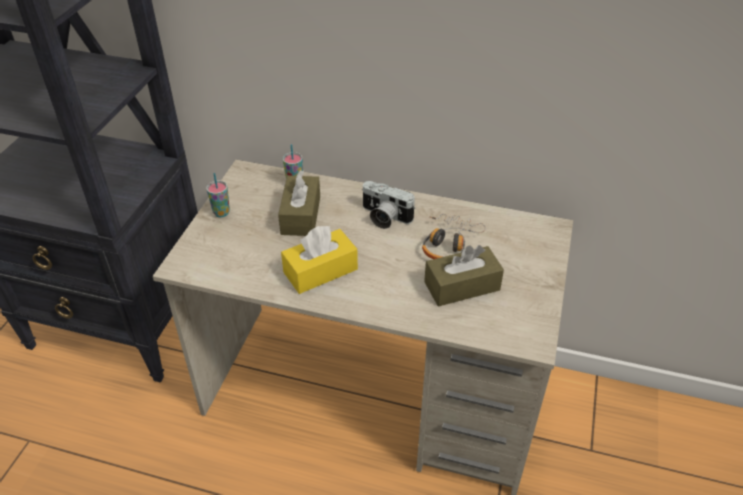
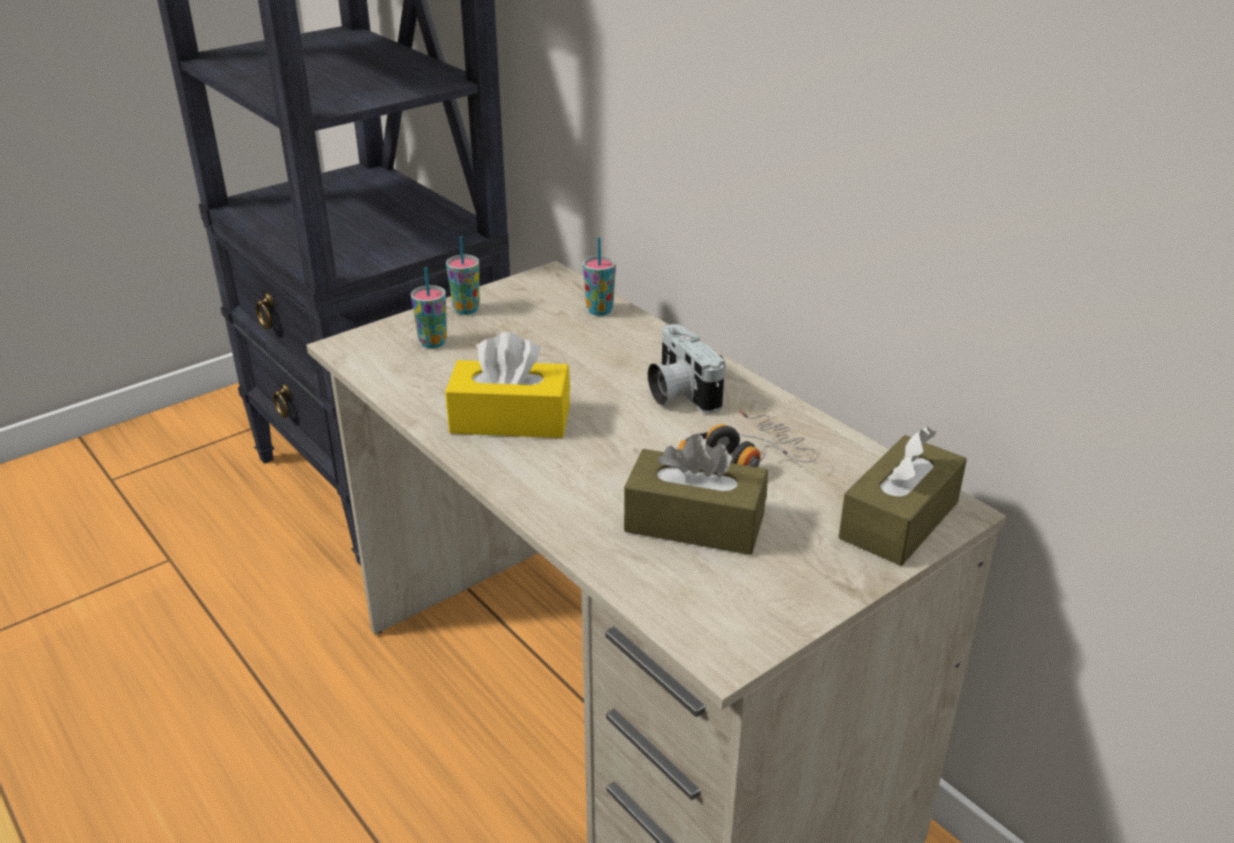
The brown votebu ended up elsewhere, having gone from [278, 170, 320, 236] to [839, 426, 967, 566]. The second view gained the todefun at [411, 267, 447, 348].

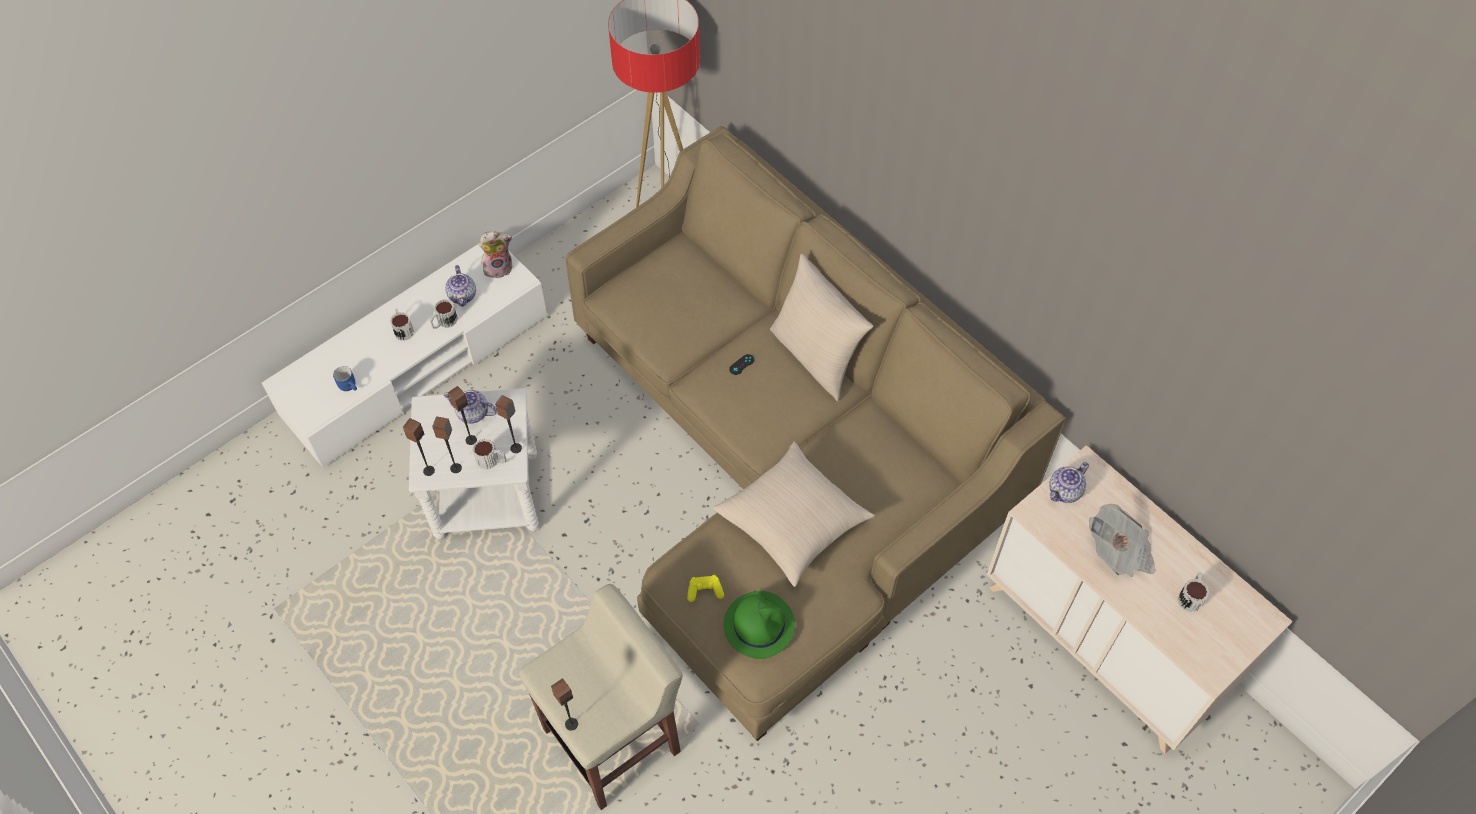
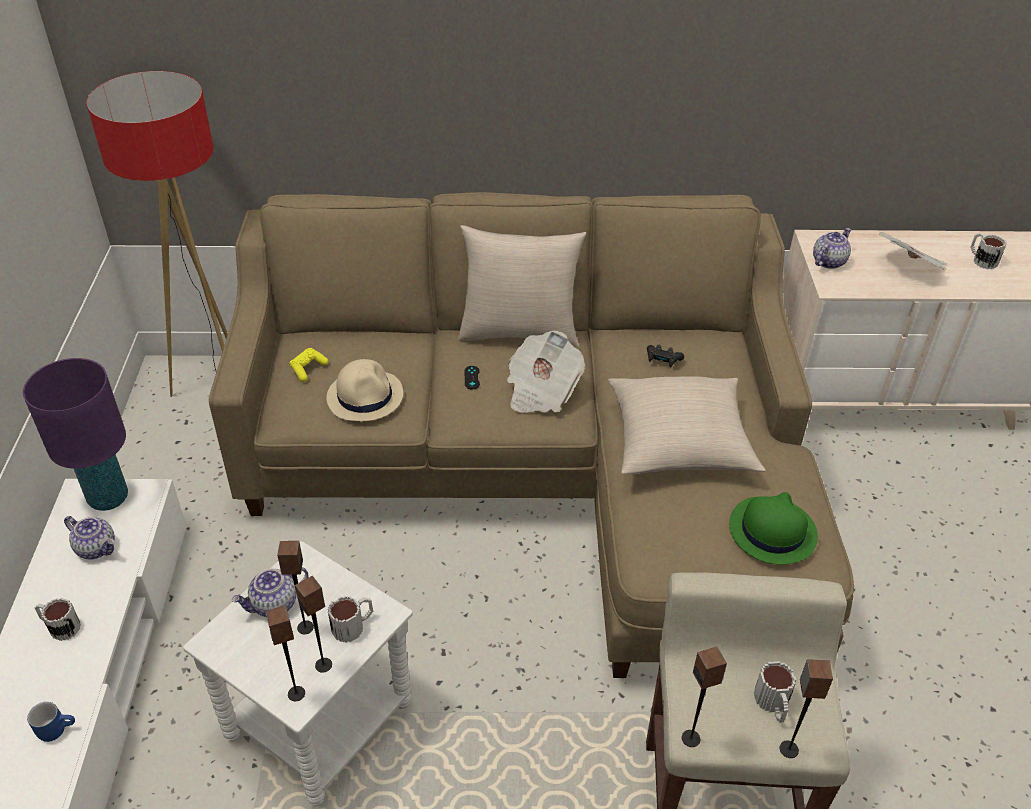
Where the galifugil stood at [479, 231, 512, 278], the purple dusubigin came to stand at [23, 358, 128, 511]. The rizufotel ended up elsewhere, having gone from [430, 299, 458, 329] to [754, 661, 796, 723]. The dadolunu ended up elsewhere, having gone from [495, 395, 522, 453] to [682, 647, 727, 747]. The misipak at [1049, 462, 1089, 503] ended up facing another way, 135 degrees counterclockwise from before. The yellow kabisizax ended up elsewhere, having gone from [687, 575, 724, 602] to [289, 348, 328, 382]. The second view gained the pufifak at [507, 331, 585, 413]. The second view gained the black kabisizax at [647, 345, 684, 368]. The second view gained the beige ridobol at [326, 359, 403, 422].

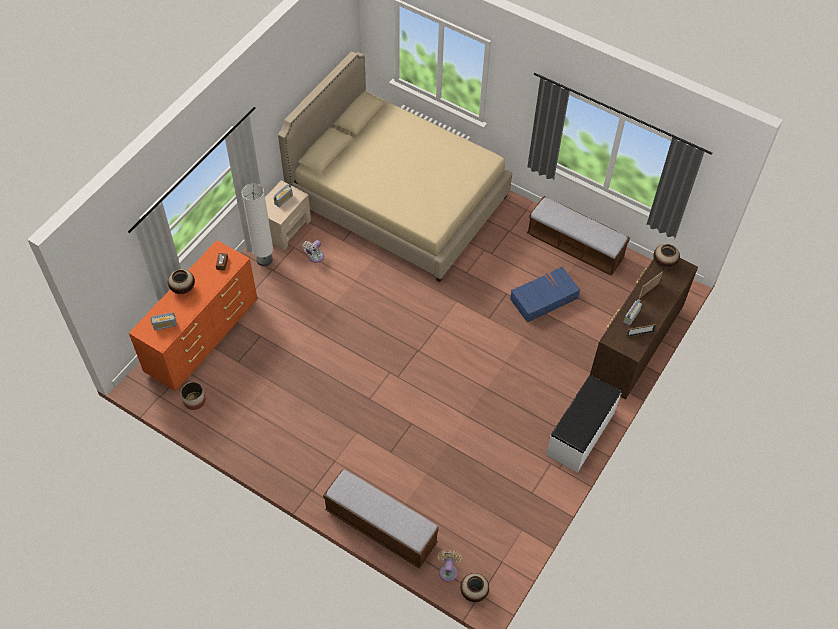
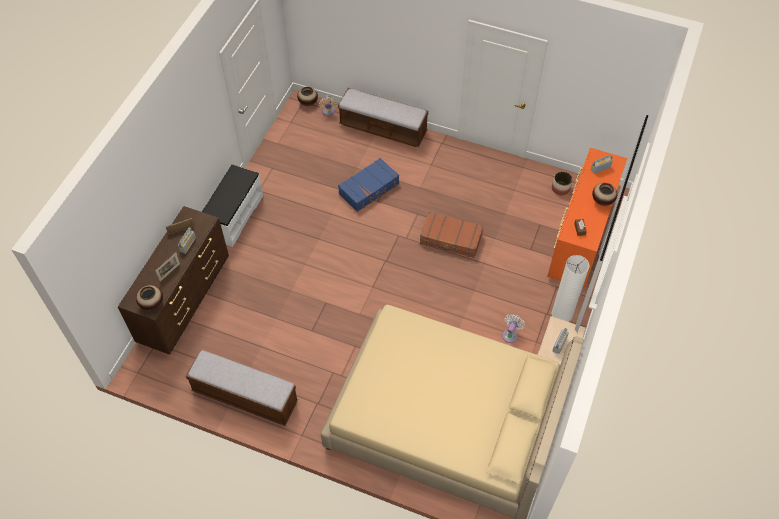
The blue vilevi ended up elsewhere, having gone from [510, 267, 580, 323] to [338, 158, 399, 212]. The second view gained the brown vilevi at [420, 212, 483, 258].

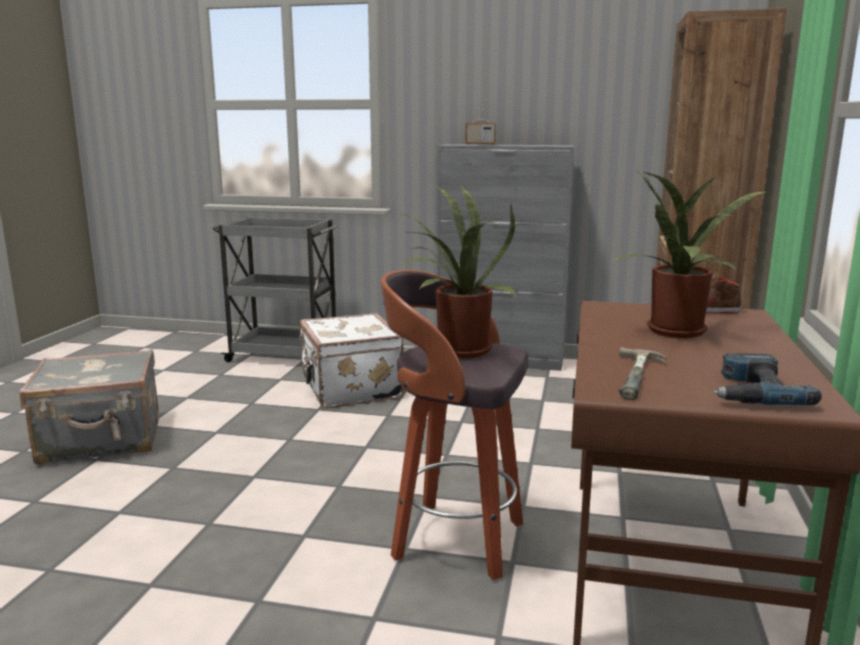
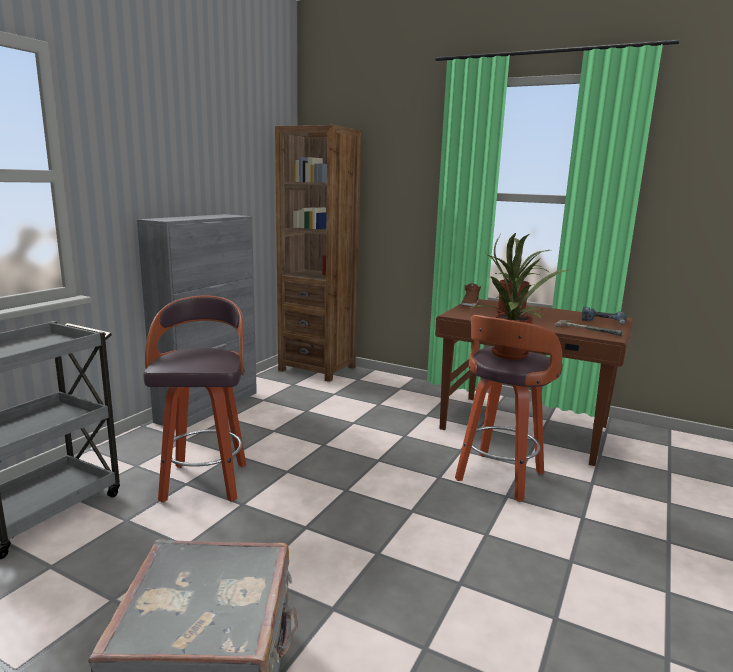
The second view lost the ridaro at [466, 100, 496, 145]. Where the white vilevi stood at [299, 313, 404, 408], the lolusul came to stand at [143, 296, 246, 502].

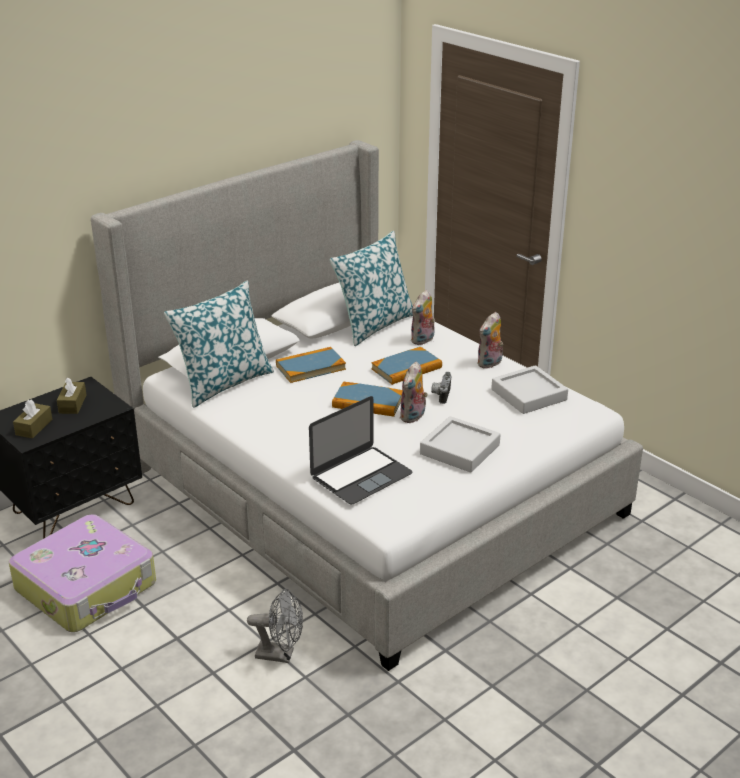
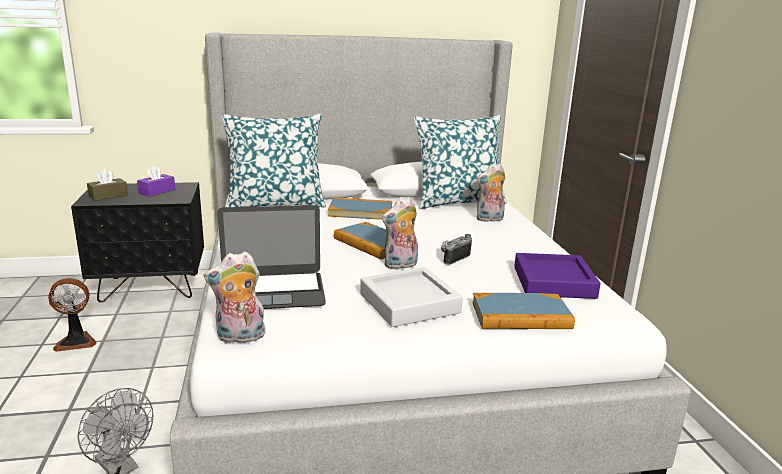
The galifugil ended up elsewhere, having gone from [478, 312, 503, 369] to [204, 251, 266, 344]. The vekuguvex ended up elsewhere, having gone from [371, 347, 442, 385] to [472, 293, 575, 329]. What was the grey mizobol at [491, 365, 568, 414] turned into the purple mizobol at [514, 253, 600, 299]. What was the brown votebu at [57, 377, 86, 414] turned into the purple votebu at [137, 165, 175, 197]. Where the vilevi stood at [9, 514, 156, 632], the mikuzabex came to stand at [48, 278, 96, 352].

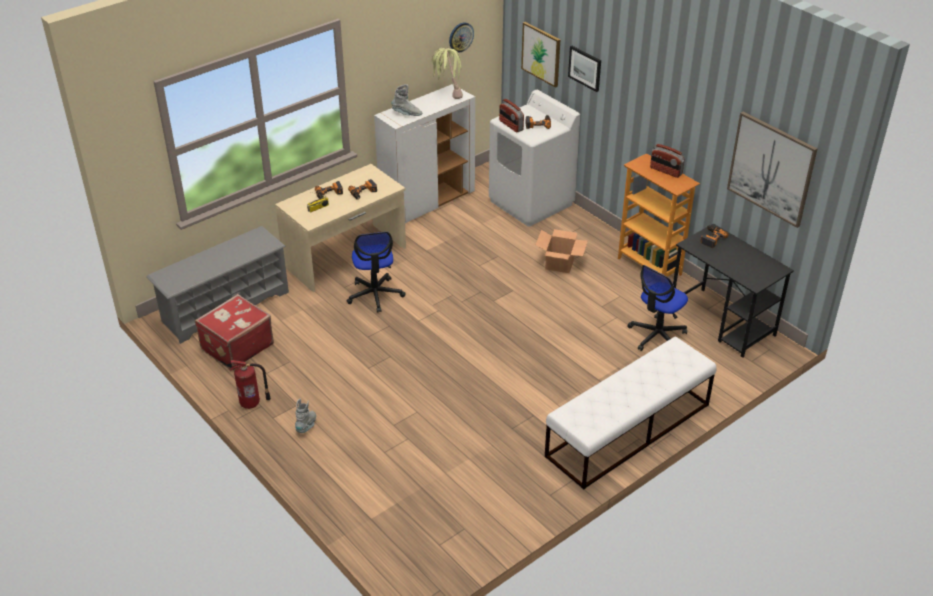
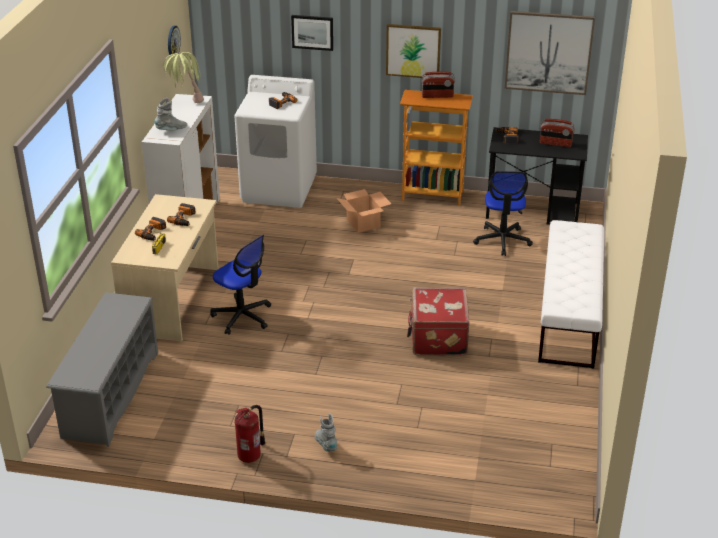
The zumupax ended up elsewhere, having gone from [521, 22, 560, 88] to [386, 24, 441, 78]. The ridaro ended up elsewhere, having gone from [499, 99, 524, 132] to [540, 119, 575, 147]. The red vilevi ended up elsewhere, having gone from [195, 294, 274, 370] to [407, 287, 470, 356].

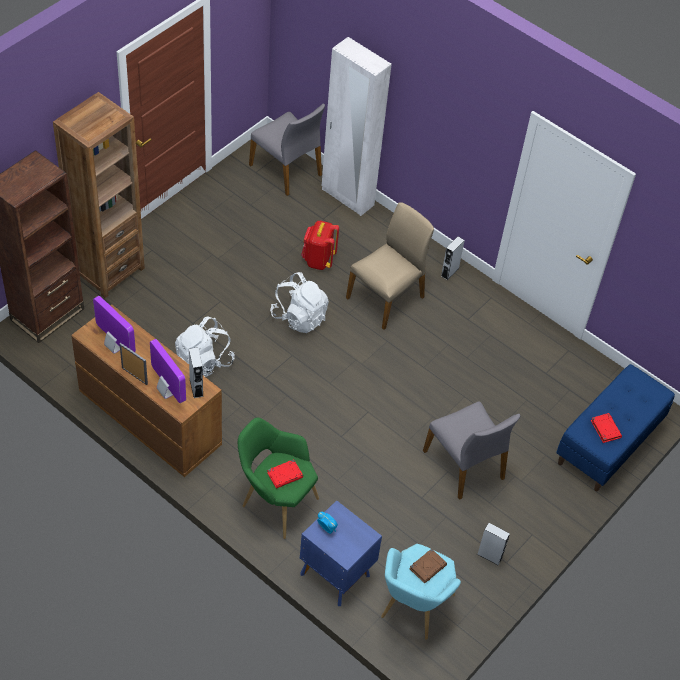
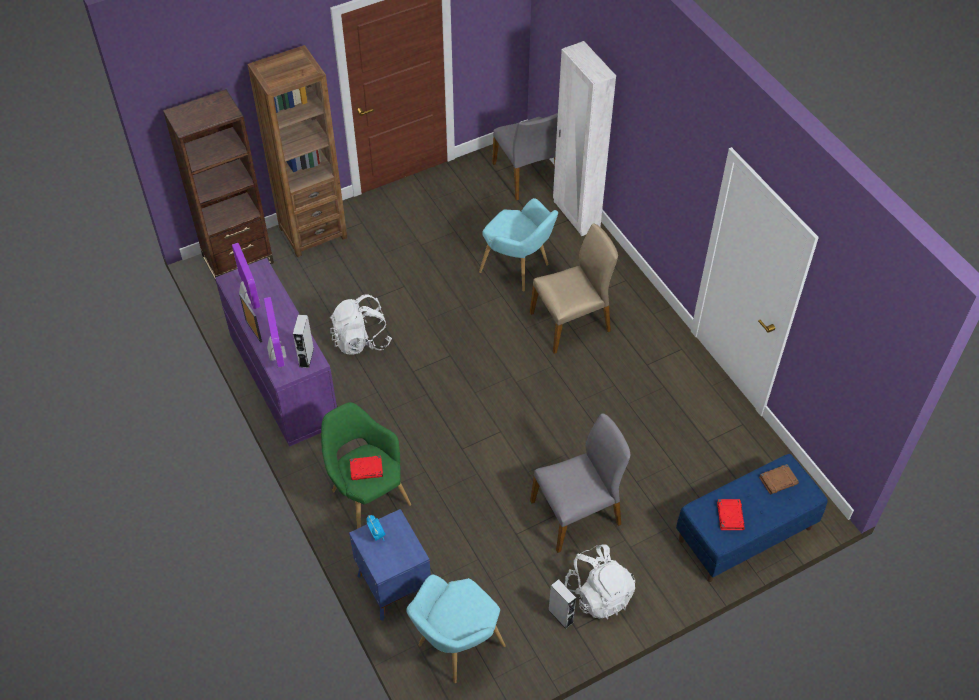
Where the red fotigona stood at [301, 221, 339, 270], the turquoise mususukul came to stand at [479, 198, 558, 291]. The second view lost the grey dadolunu at [441, 236, 465, 280]. The white fotigona ended up elsewhere, having gone from [270, 272, 329, 333] to [565, 544, 635, 619]. What was the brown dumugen at [72, 304, 222, 477] turned into the purple dumugen at [215, 258, 337, 447]. The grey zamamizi at [423, 402, 520, 500] ended up facing another way, 105 degrees counterclockwise from before. The brown vekuguvex ended up elsewhere, having gone from [410, 549, 447, 583] to [759, 464, 799, 495].

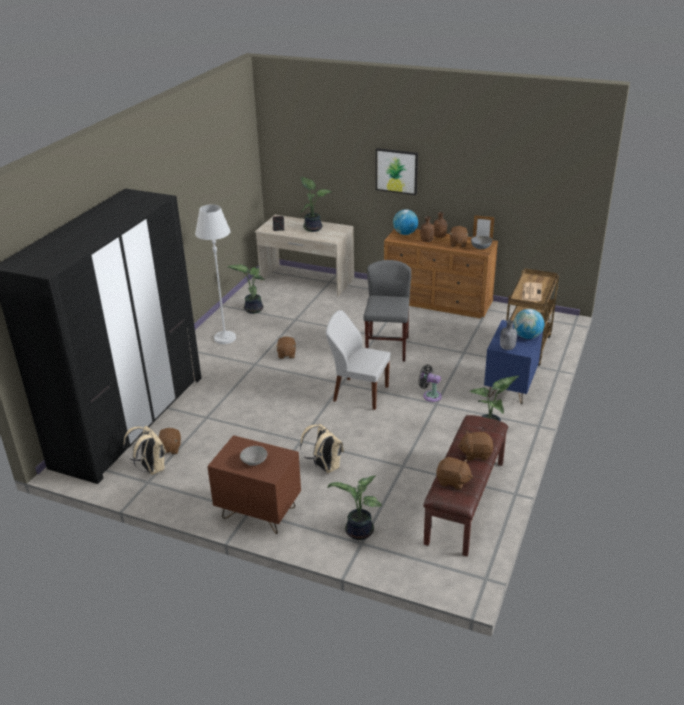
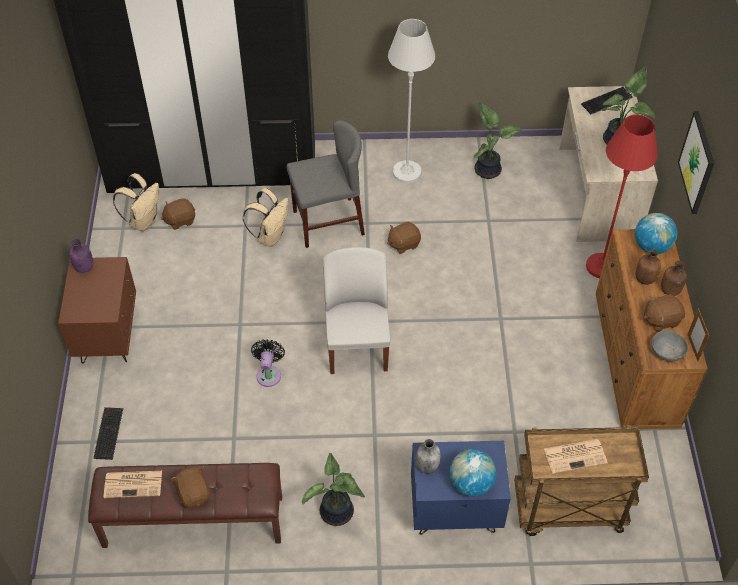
The grey zamamizi ended up elsewhere, having gone from [363, 260, 411, 362] to [287, 121, 365, 248]. The black mikuzabex ended up elsewhere, having gone from [418, 365, 442, 402] to [251, 339, 285, 387]. The beige fotigona ended up elsewhere, having gone from [300, 424, 344, 473] to [243, 188, 288, 247]. The second view lost the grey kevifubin at [240, 446, 267, 466]. Where the brown galifugil stood at [436, 457, 473, 490], the pufifak came to stand at [104, 471, 162, 498]. Where the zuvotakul stood at [328, 475, 382, 540], the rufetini came to stand at [94, 407, 123, 460]. The second view gained the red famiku at [586, 114, 658, 278]. The second view gained the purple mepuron at [69, 239, 93, 273].

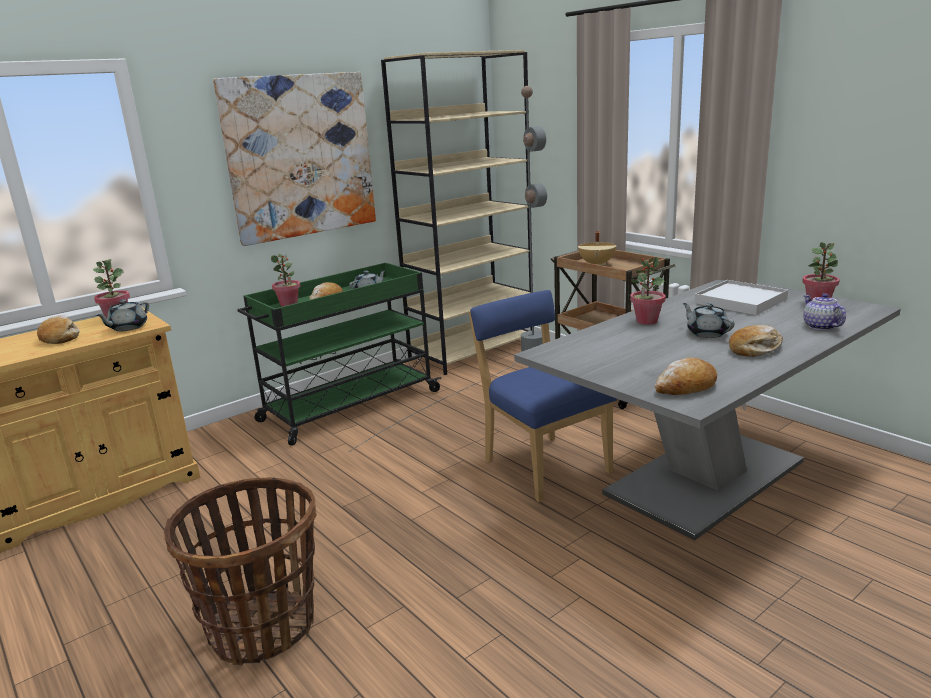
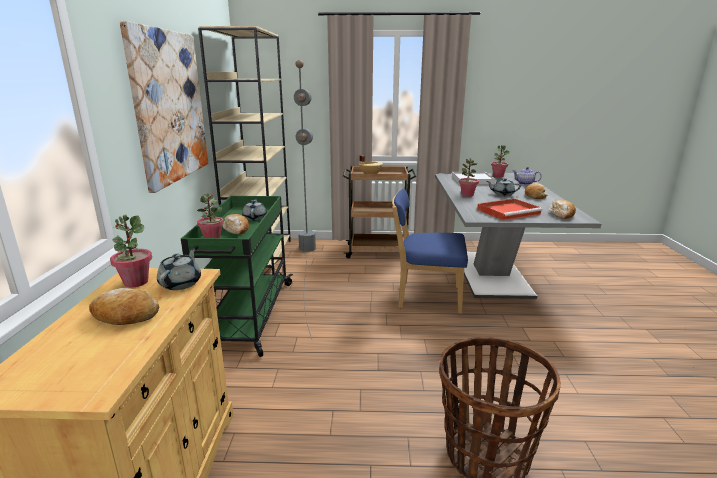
The grey misipak at [96, 300, 149, 331] ended up facing another way, 150 degrees counterclockwise from before. The second view gained the red mizobol at [477, 198, 543, 221].

